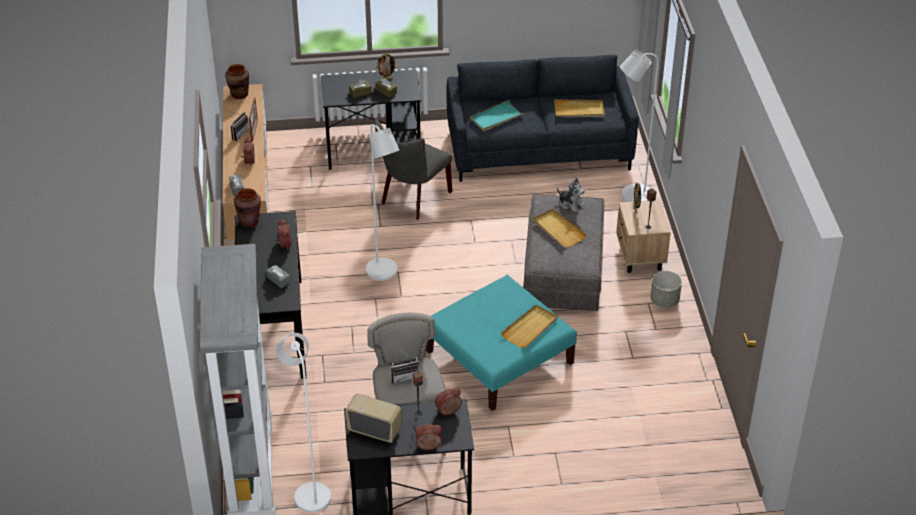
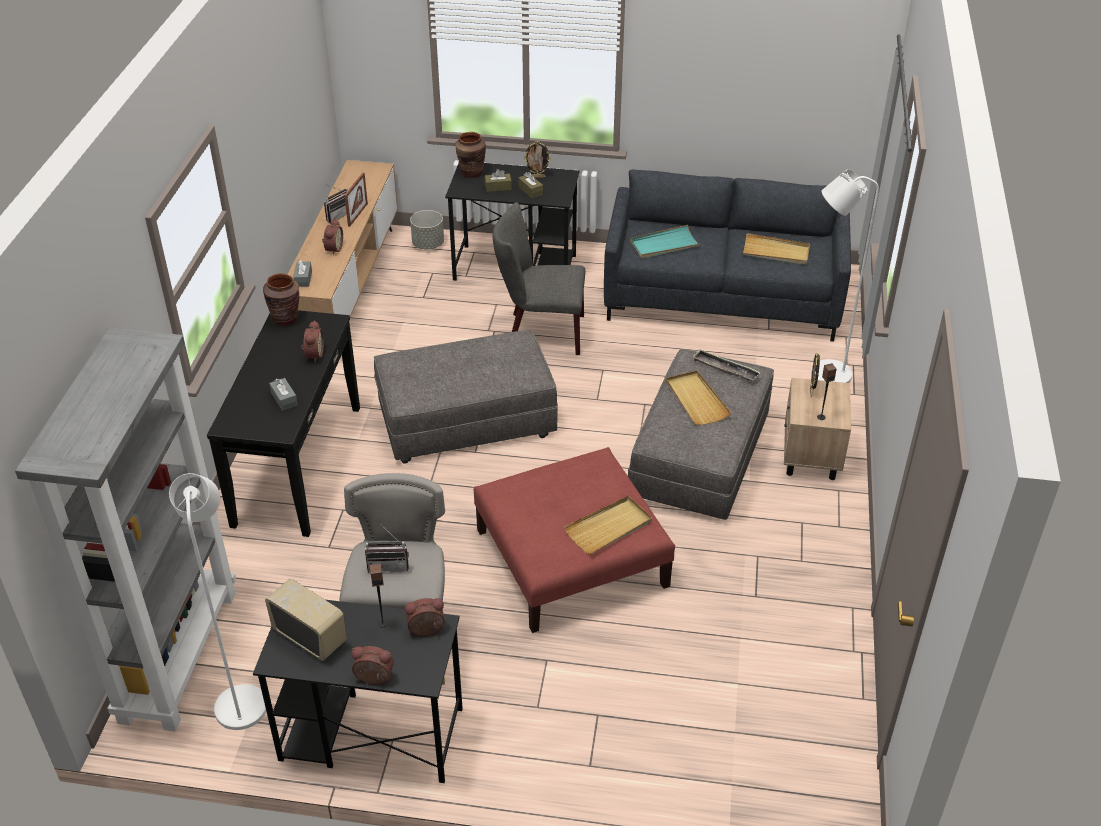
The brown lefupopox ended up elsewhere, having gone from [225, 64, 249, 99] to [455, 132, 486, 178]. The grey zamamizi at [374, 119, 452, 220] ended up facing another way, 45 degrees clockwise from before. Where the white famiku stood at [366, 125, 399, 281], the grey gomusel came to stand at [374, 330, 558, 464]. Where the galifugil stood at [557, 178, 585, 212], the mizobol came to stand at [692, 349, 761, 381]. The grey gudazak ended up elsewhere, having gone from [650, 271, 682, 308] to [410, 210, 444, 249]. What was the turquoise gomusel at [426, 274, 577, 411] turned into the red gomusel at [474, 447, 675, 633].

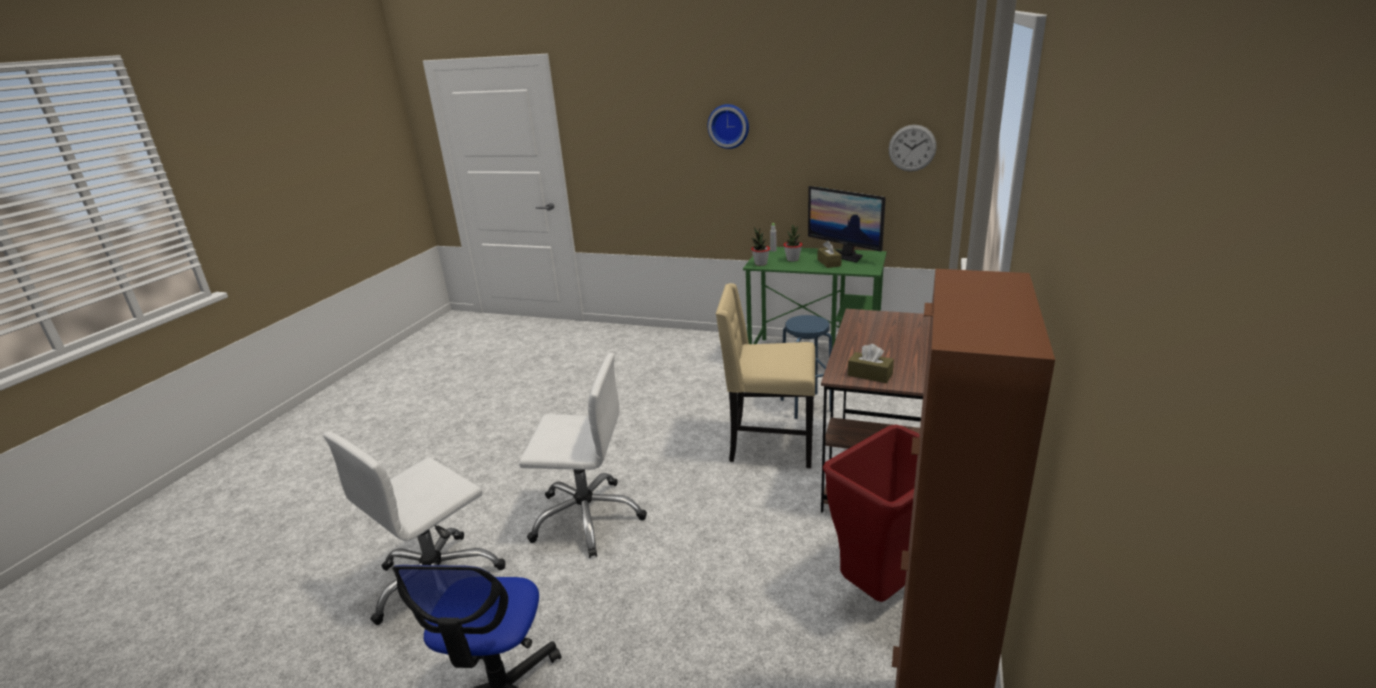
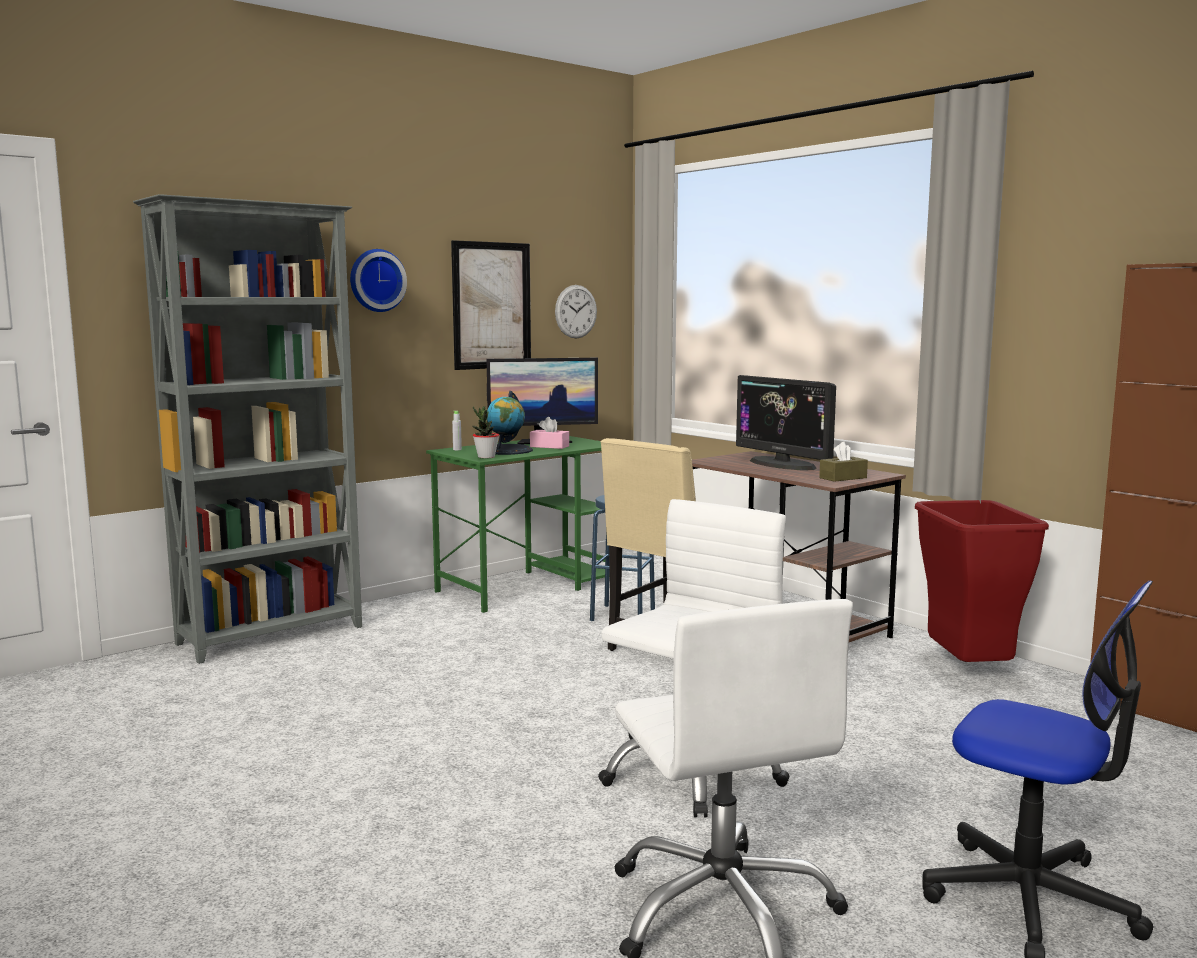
Where the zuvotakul stood at [783, 225, 802, 262], the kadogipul came to stand at [486, 391, 533, 455]. What was the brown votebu at [817, 241, 842, 268] turned into the pink votebu at [530, 417, 569, 449]. The second view gained the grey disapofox at [133, 194, 362, 664]. The second view gained the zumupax at [451, 240, 531, 370]. The second view gained the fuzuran at [736, 375, 836, 471].

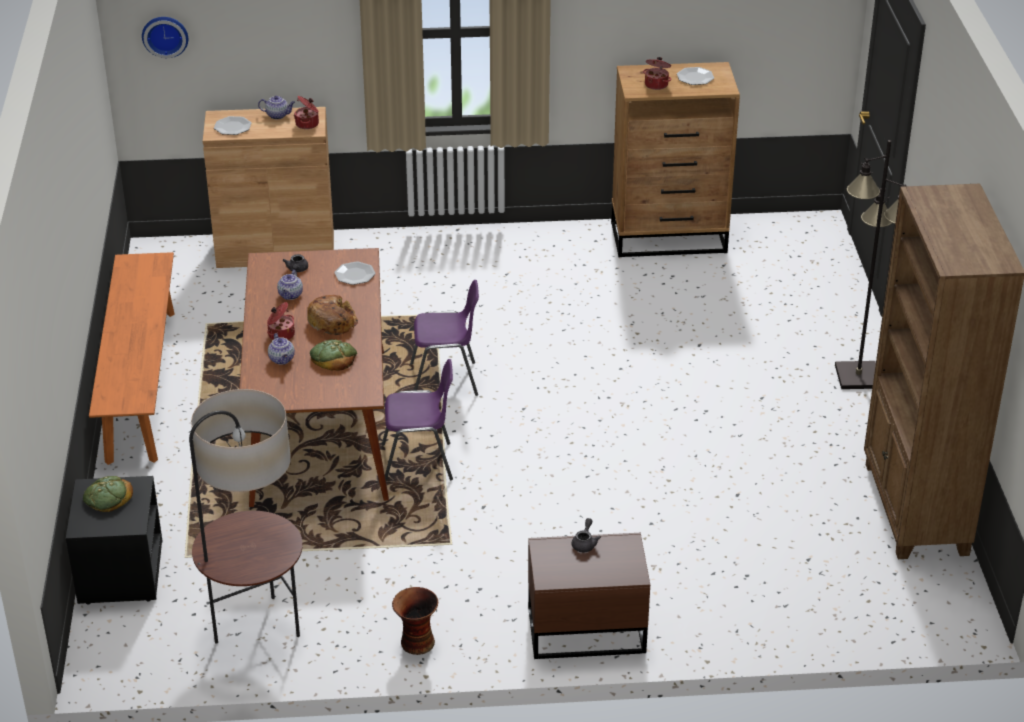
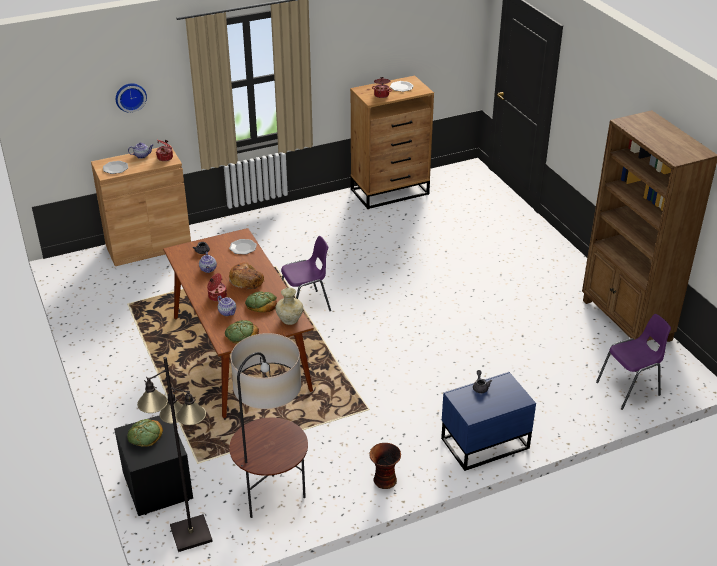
The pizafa ended up elsewhere, having gone from [142, 17, 188, 58] to [116, 83, 147, 113]. The black famiku ended up elsewhere, having gone from [835, 140, 906, 389] to [137, 357, 213, 552]. The second view lost the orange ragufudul at [89, 252, 175, 465]. The purple zamamizi ended up elsewhere, having gone from [382, 359, 453, 482] to [596, 314, 671, 410]. What was the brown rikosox at [528, 533, 650, 659] turned into the blue rikosox at [441, 372, 536, 471]. The second view gained the beige lefupopox at [275, 288, 303, 325]. The second view gained the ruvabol at [225, 320, 259, 344].

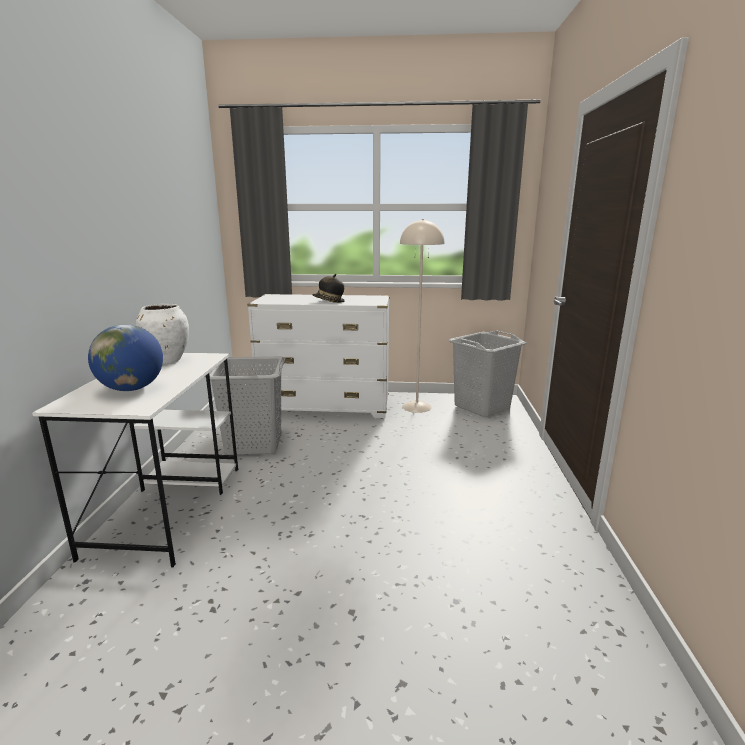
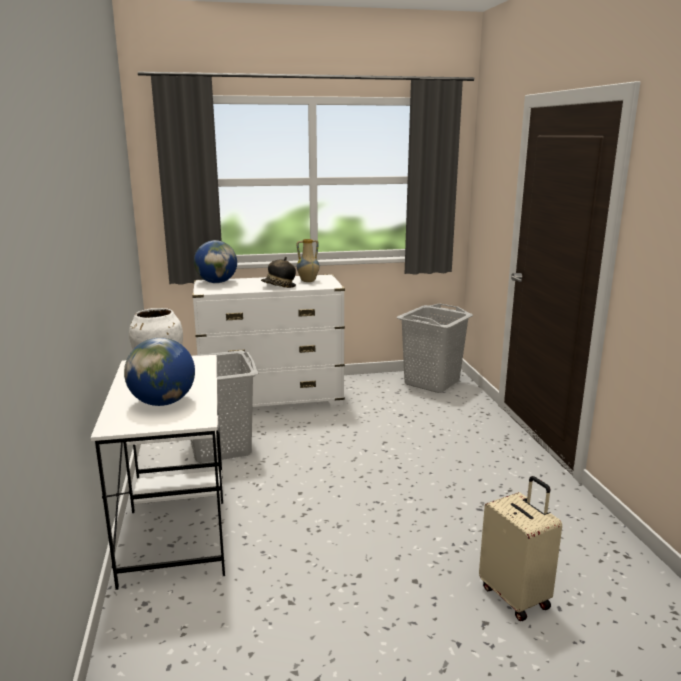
The second view lost the beige famiku at [400, 219, 444, 413]. The second view gained the lefupopox at [297, 239, 320, 282]. The second view gained the kadogipul at [194, 240, 237, 283]. The second view gained the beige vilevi at [479, 476, 562, 621].

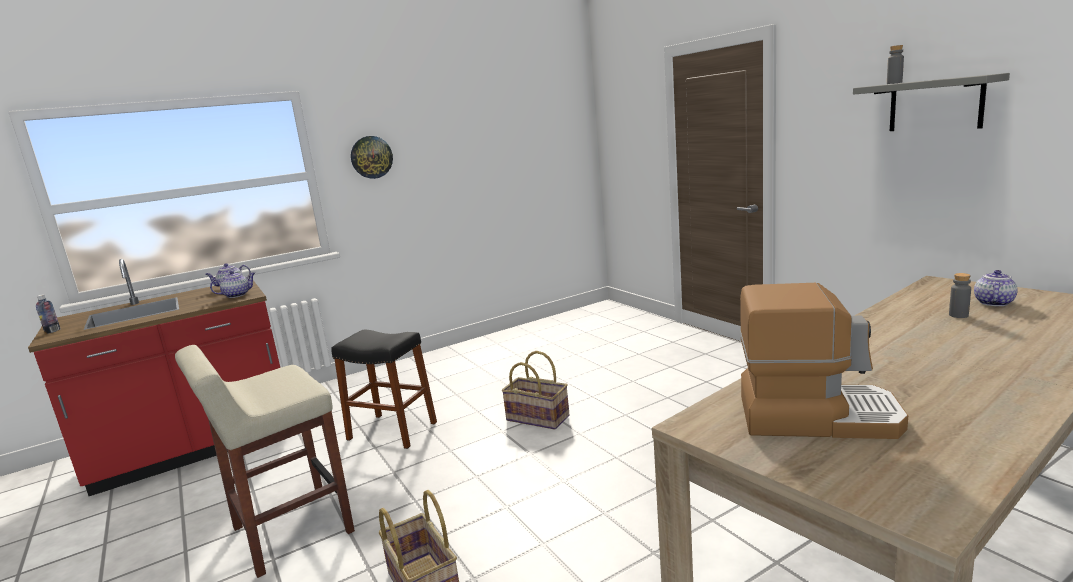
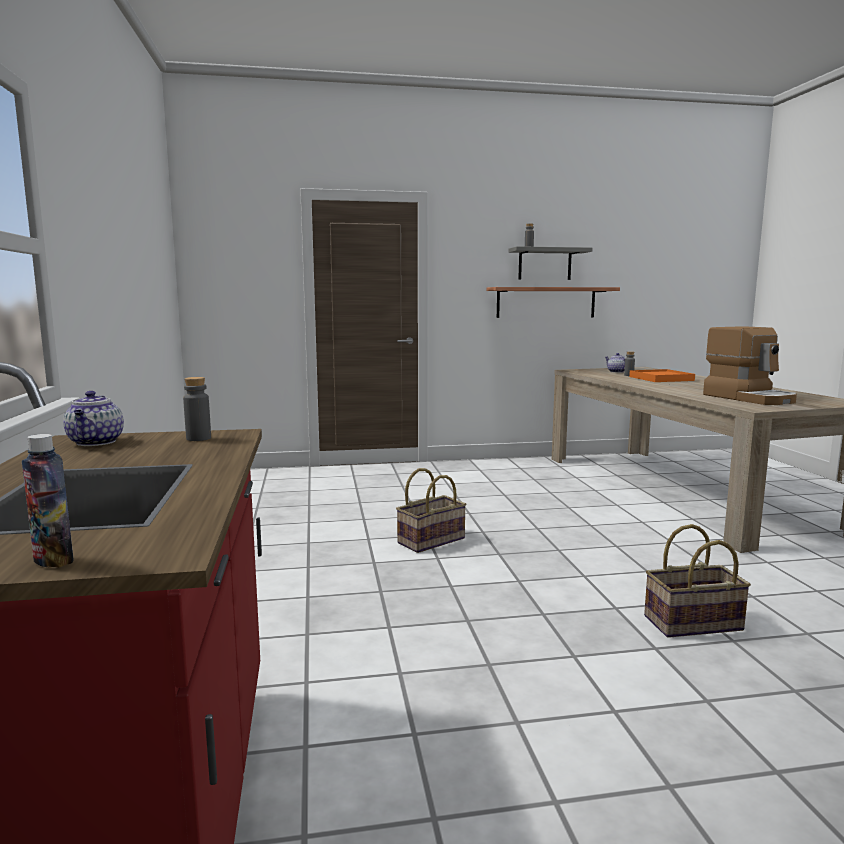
The second view lost the pizafa at [351, 136, 393, 179]. Where the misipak stood at [210, 271, 255, 298], the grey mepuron came to stand at [183, 377, 211, 441]. The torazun at [740, 283, 908, 439] ended up facing another way, 120 degrees clockwise from before. The second view lost the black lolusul at [331, 330, 437, 449]. The second view lost the beige lolusul at [175, 345, 355, 578]. The second view gained the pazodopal at [486, 287, 620, 318]. The second view gained the orange mizobol at [629, 369, 695, 382].

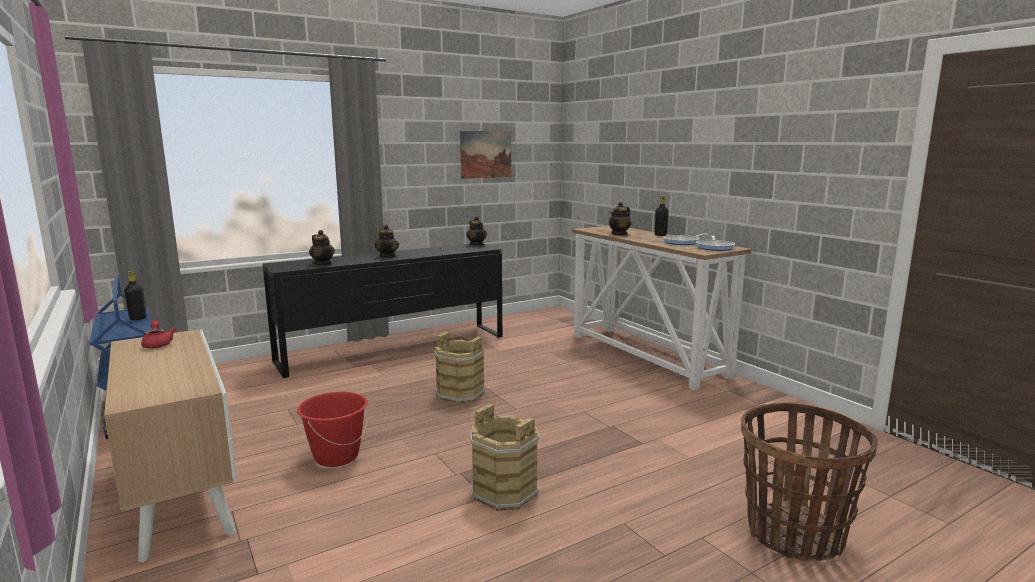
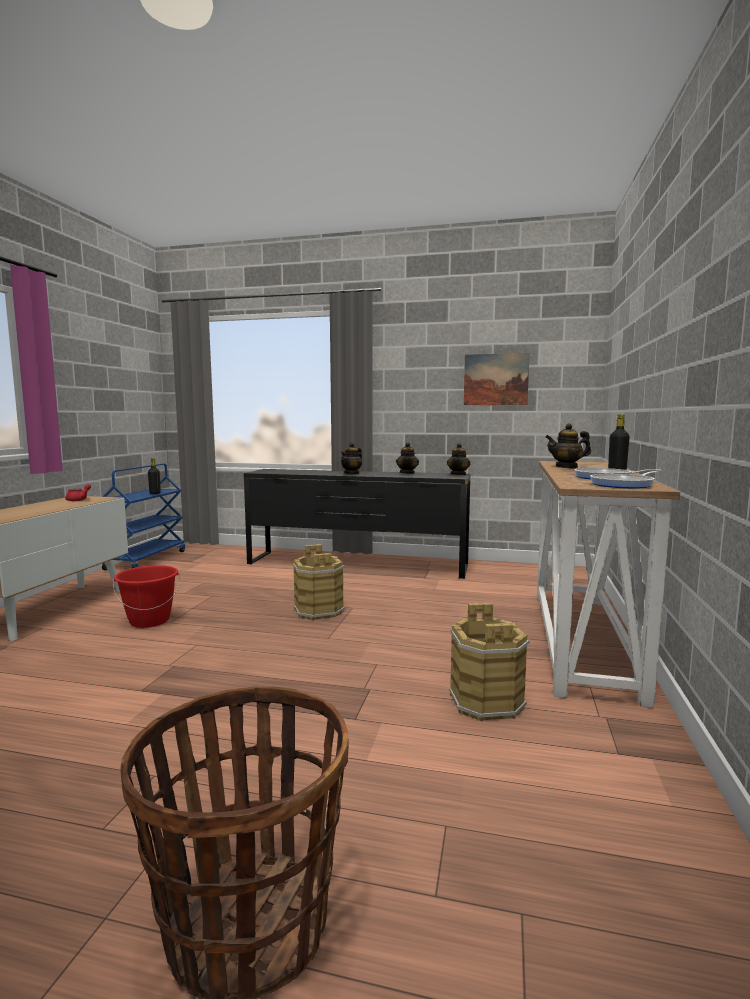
The misipak ended up elsewhere, having gone from [309, 230, 335, 265] to [396, 442, 419, 474]. The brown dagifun ended up elsewhere, having gone from [470, 404, 539, 512] to [449, 602, 530, 721].

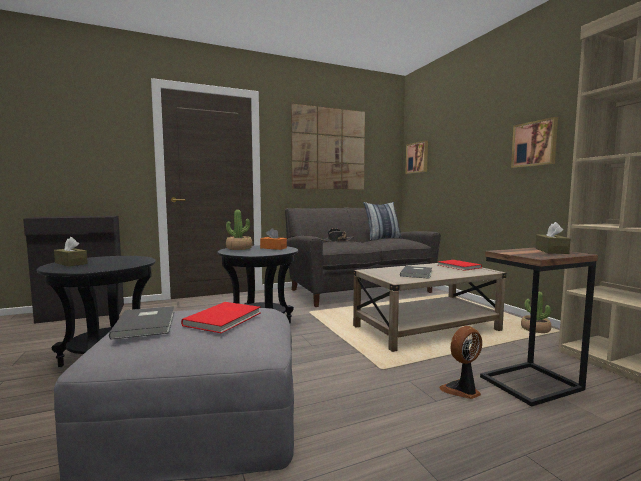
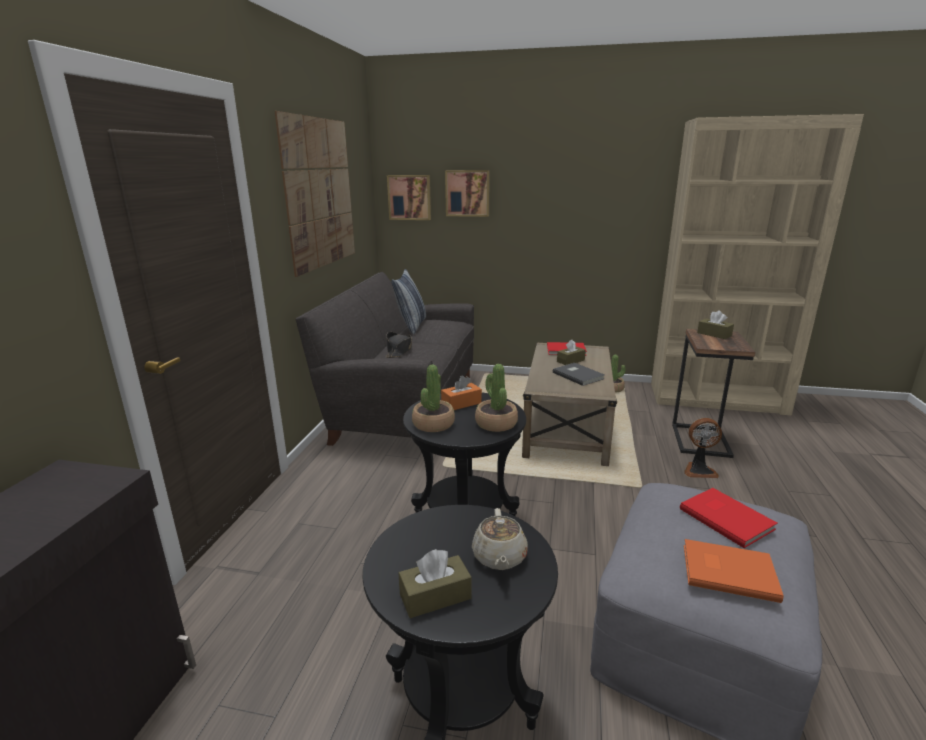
The zumupax ended up elsewhere, having gone from [511, 117, 558, 168] to [445, 170, 490, 217]. What was the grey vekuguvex at [109, 306, 174, 340] turned into the orange vekuguvex at [684, 539, 784, 603]. The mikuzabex at [439, 326, 482, 399] ended up facing another way, 90 degrees counterclockwise from before. The second view gained the brown votebu at [557, 340, 586, 365]. The second view gained the zuvotakul at [475, 364, 518, 432]. The second view gained the beige misipak at [472, 508, 528, 570].

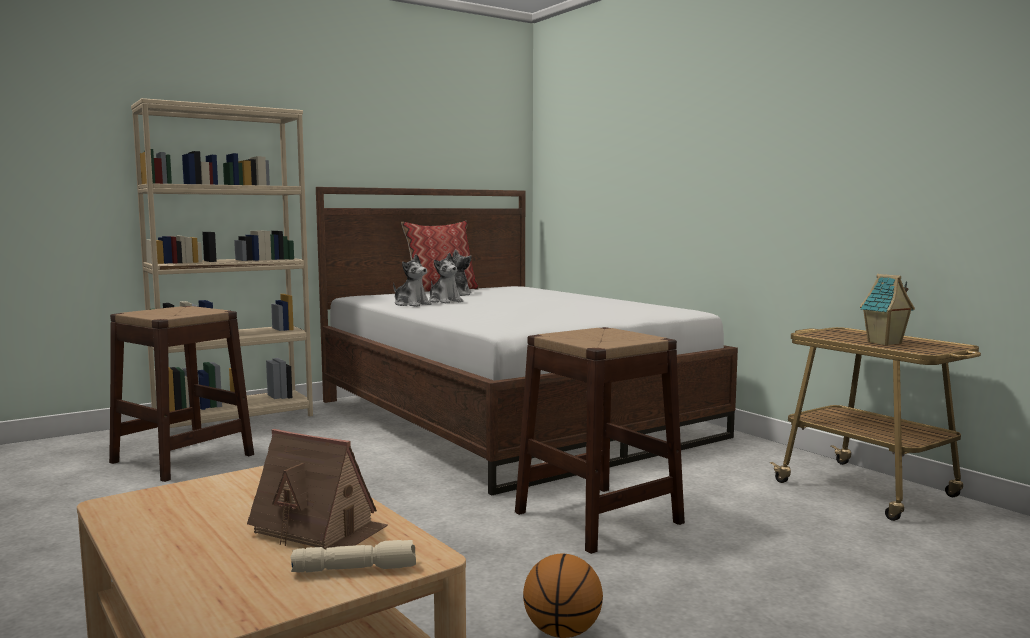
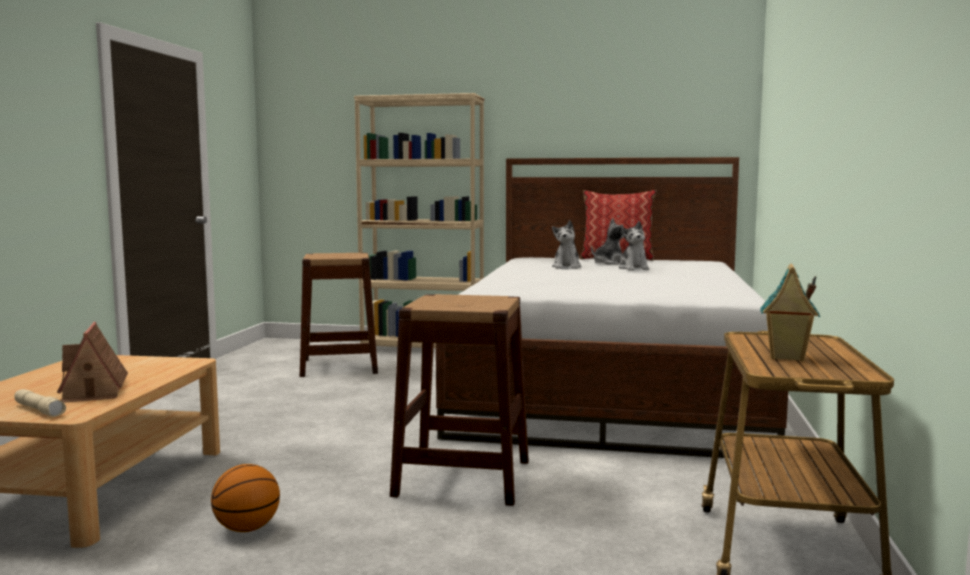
The galifugil ended up elsewhere, having gone from [393, 254, 432, 307] to [619, 221, 649, 270].

